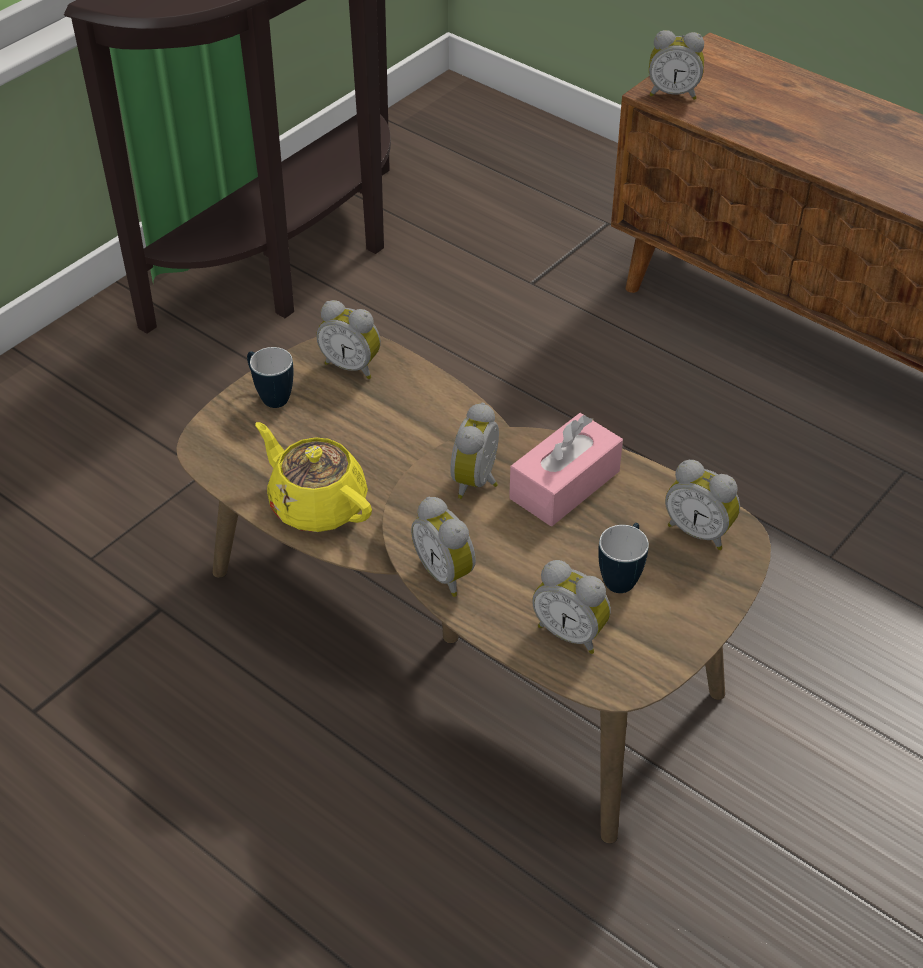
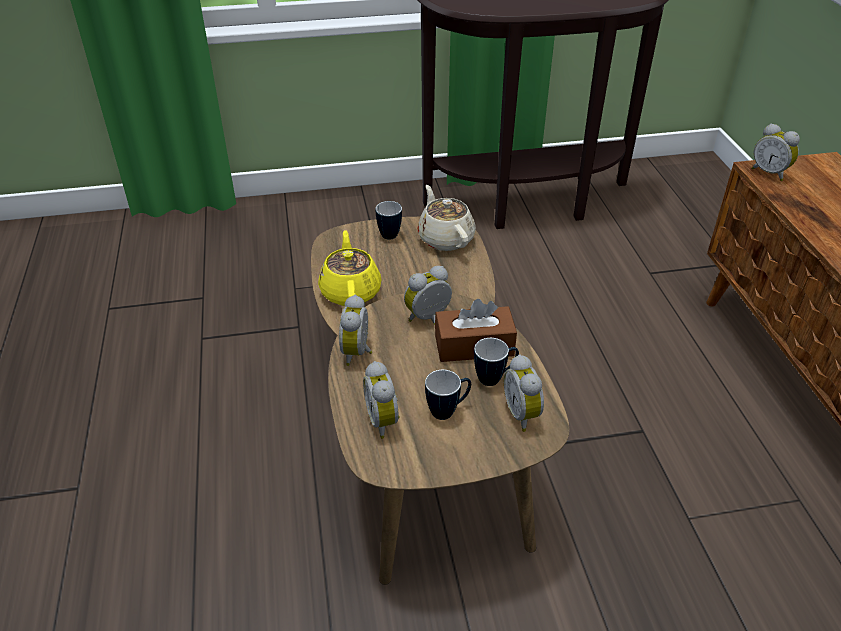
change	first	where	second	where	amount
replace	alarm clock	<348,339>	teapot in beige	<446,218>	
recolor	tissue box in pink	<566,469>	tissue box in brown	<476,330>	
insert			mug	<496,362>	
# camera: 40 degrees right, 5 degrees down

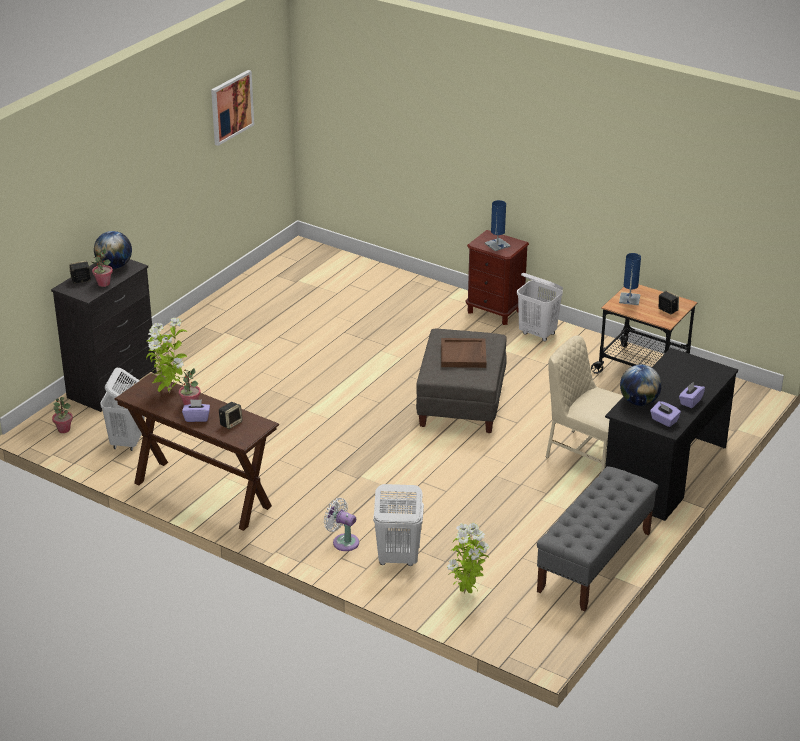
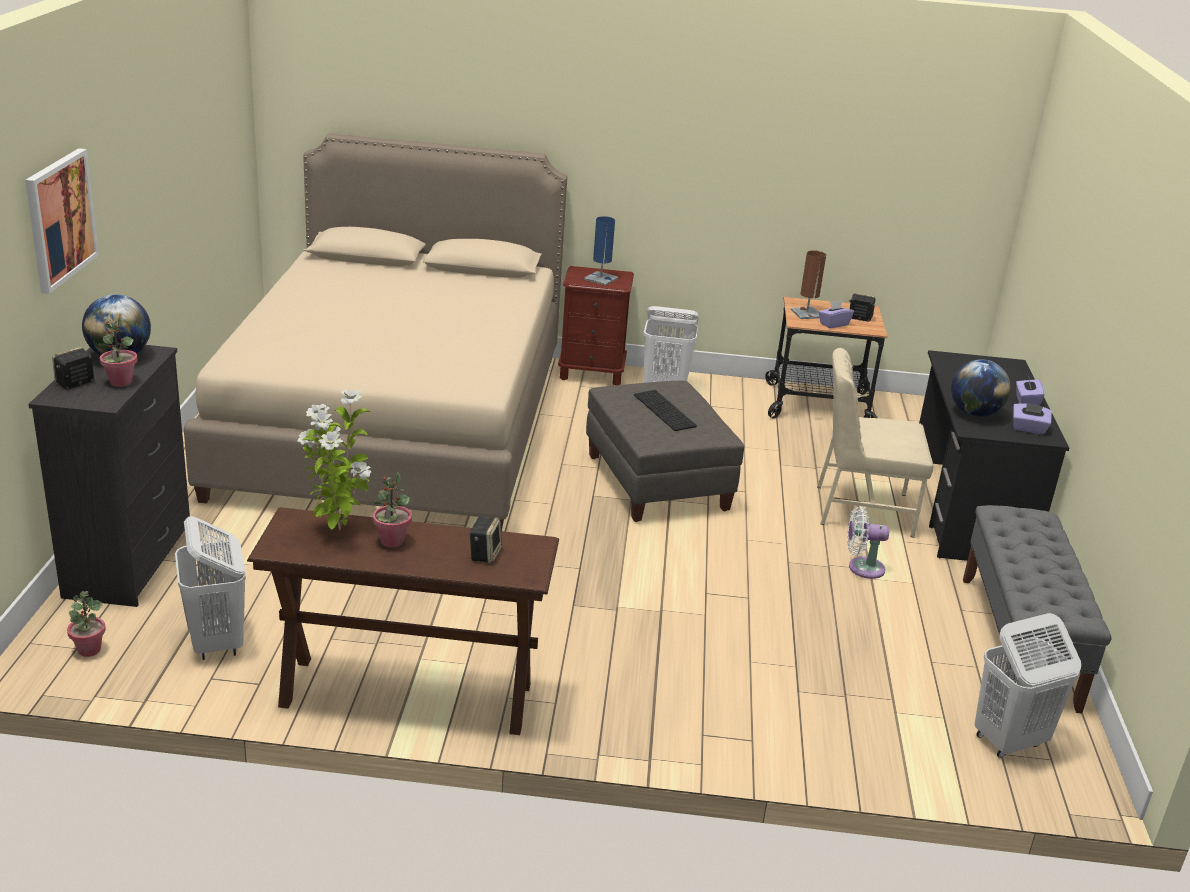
change	first	where	second	where	amount
move	picture	<232,108>		<62,221>	
insert			bed in beige	<375,332>	
replace	tray in brown	<463,353>	keyboard	<665,410>	
recolor	table lamp in blue	<630,279>	table lamp in brown	<808,284>	
move	tissue box in purple	<196,410>		<836,314>	
move	fan in white	<341,524>		<868,543>	
move	laundry basket in white	<398,525>		<1027,685>	
delete	potted plant	<468,558>			
# camera: 30 degrees left, 5 degrees down

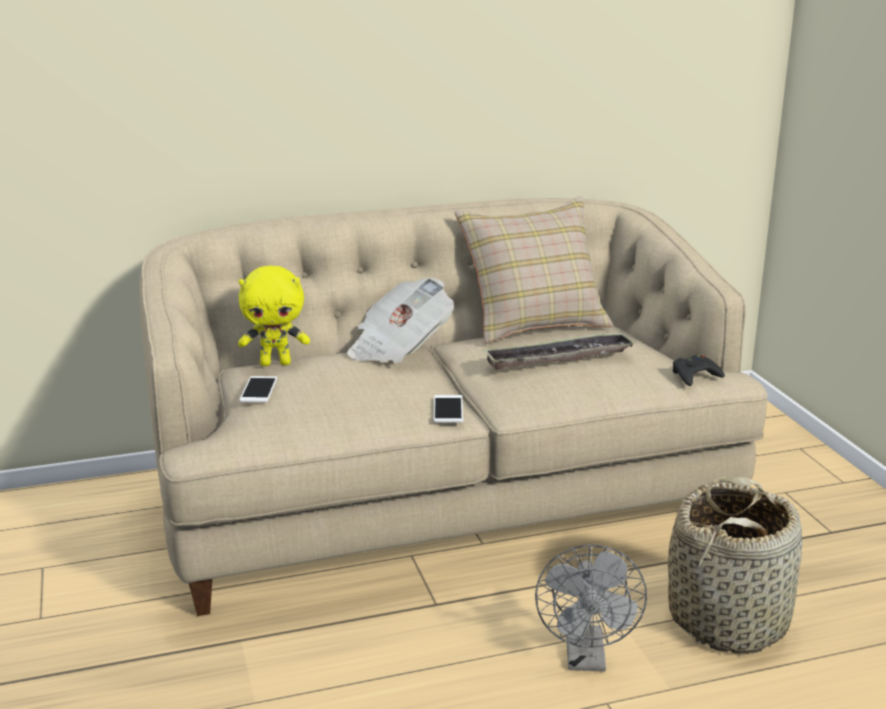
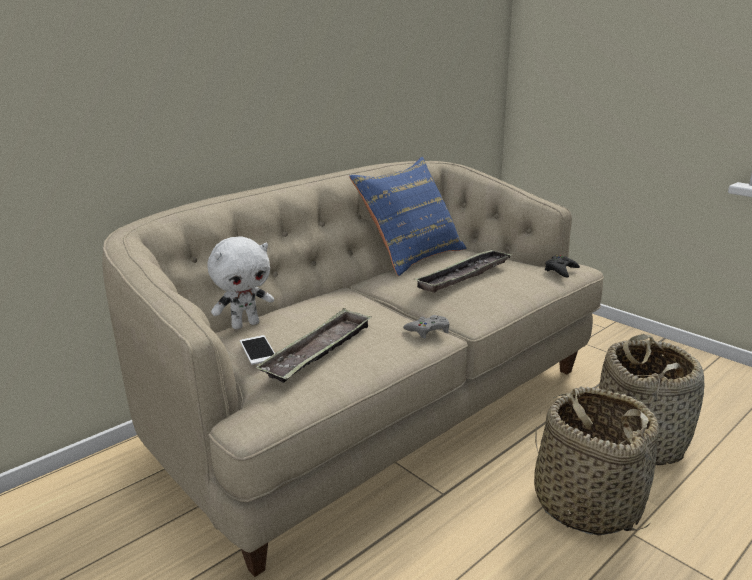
change	first	where	second	where	amount
recolor	plush toy in yellow	<274,315>	plush toy in white	<240,282>	
insert			tray	<313,345>	
recolor	pillow in beige	<533,270>	pillow in blue	<408,216>	
replace	phone	<448,408>	game controller in grey	<426,327>	
replace	fan in grey	<591,607>	basket	<596,461>	
delete	newspaper	<400,320>			
# camera: 25 degrees left, 0 degrees up

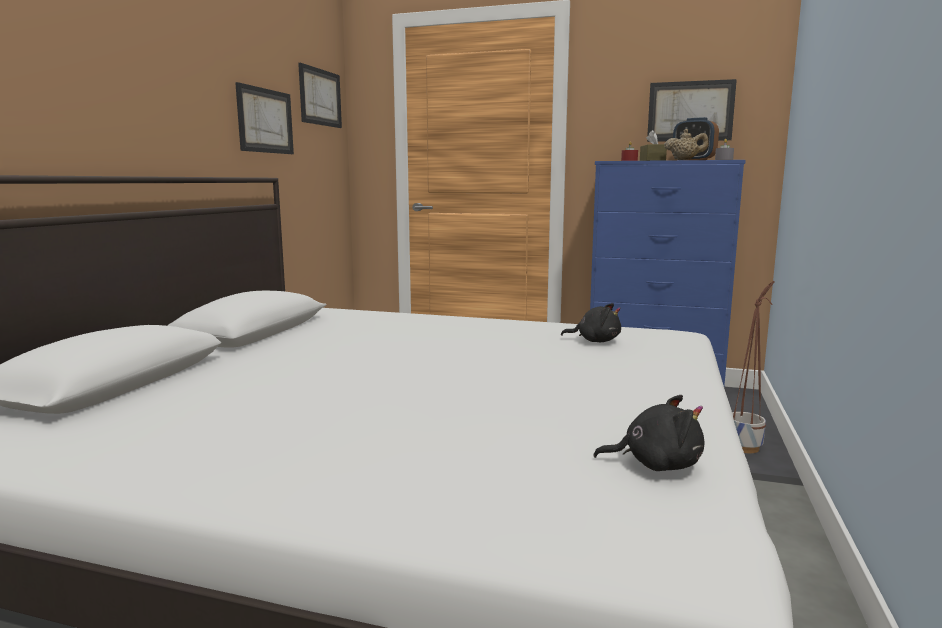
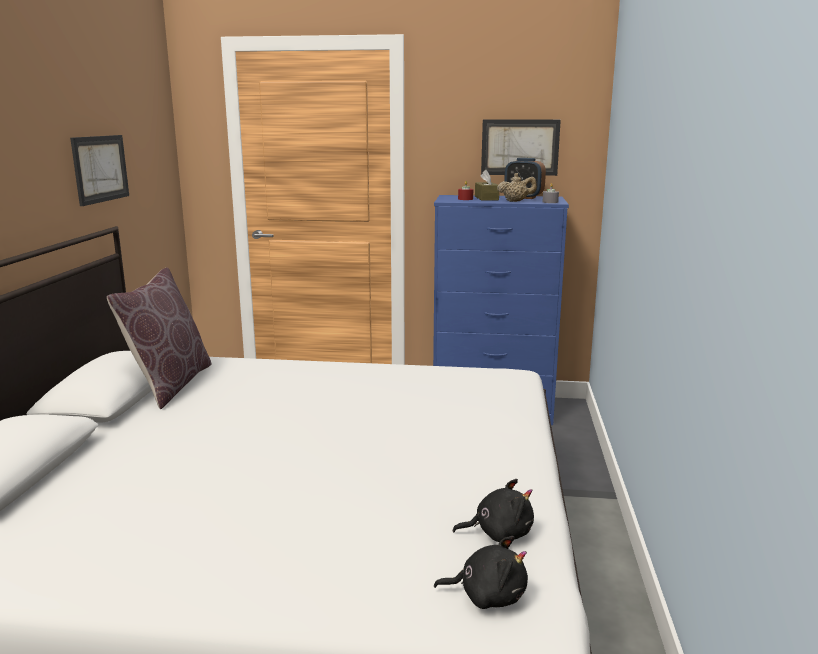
change	first	where	second	where	amount
insert			pillow in brown	<159,338>	
move	plush toy in black	<591,322>		<481,572>	
delete	picture	<320,95>			
delete	planter	<753,366>			
# camera: 10 degrees left, 5 degrees up

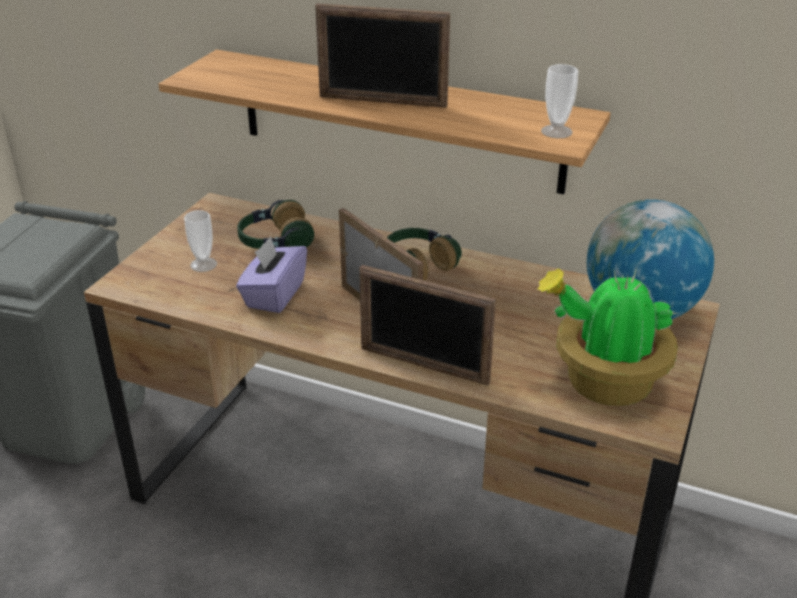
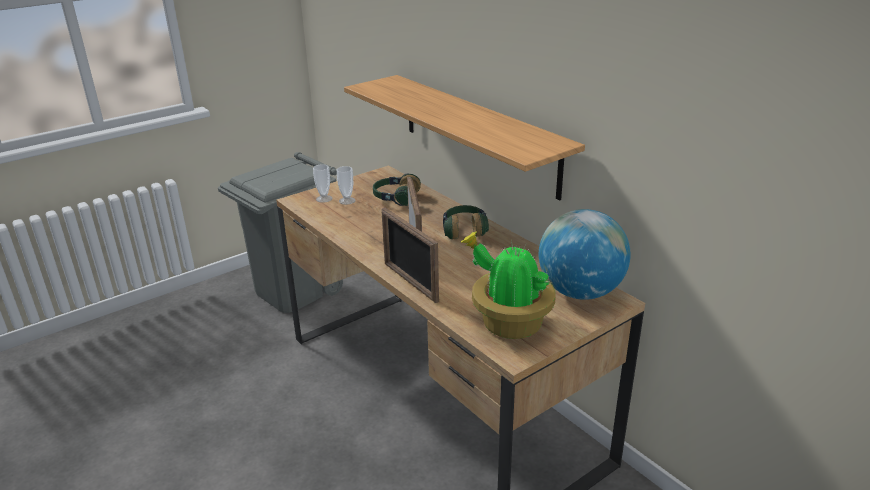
change	first	where	second	where	amount
move	cup	<559,101>		<322,183>	
delete	tissue box in purple	<271,274>			
delete	picture frame	<382,55>			
# camera: 30 degrees right, 5 degrees down

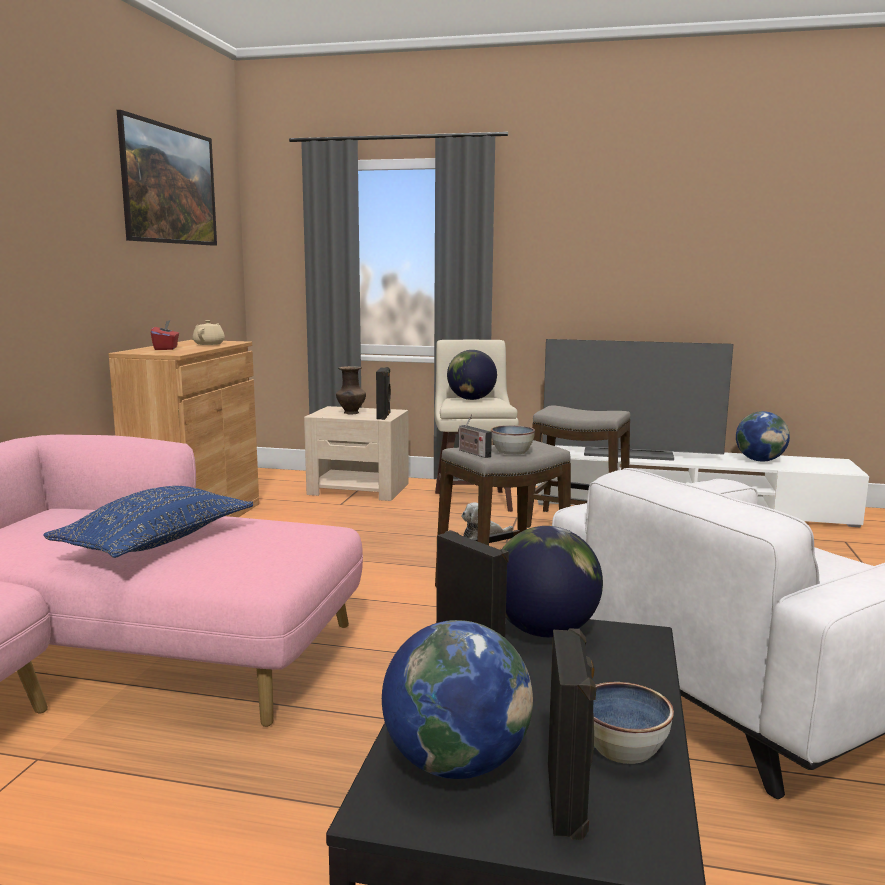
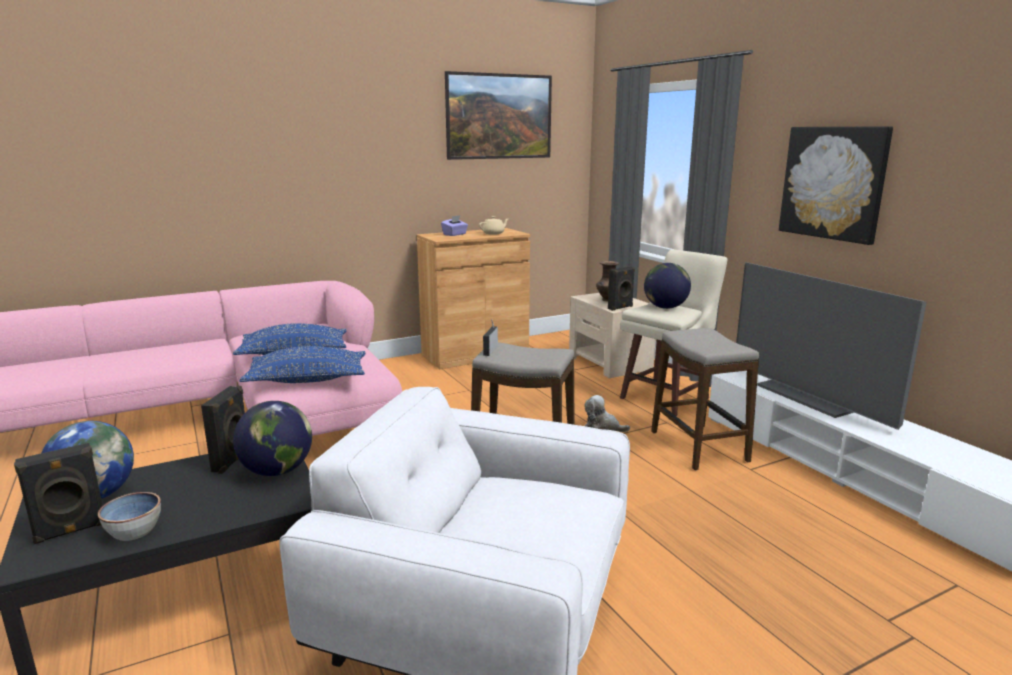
change	first	where	second	where	amount
insert			pillow in blue	<303,364>	
recolor	tissue box in red	<165,335>	tissue box in purple	<454,225>	
insert			picture	<836,185>	
delete	bowl	<513,440>			
delete	globe	<763,436>			
# camera: 50 degrees right, 5 degrees up

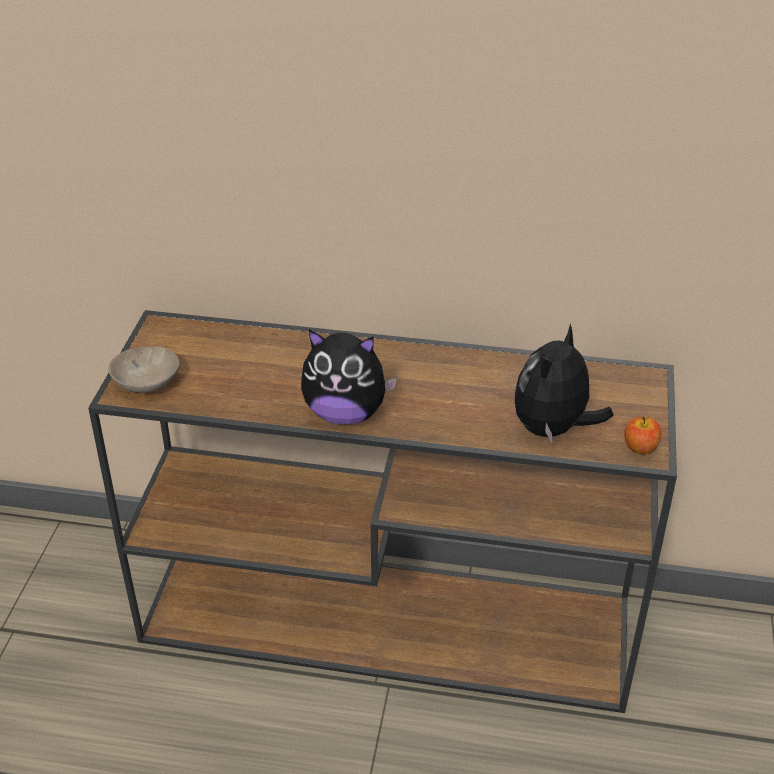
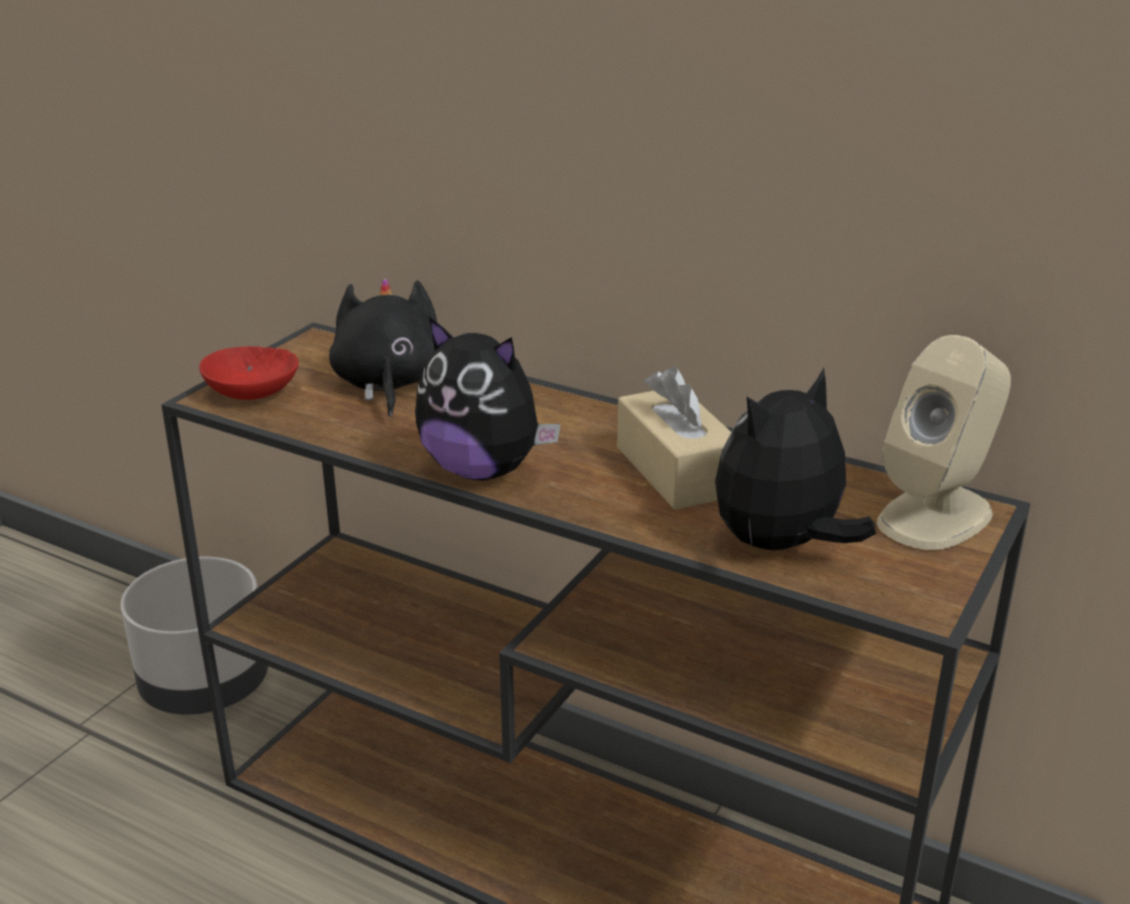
change	first	where	second	where	amount
insert			planter in grey	<194,636>	
recolor	bowl in beige	<143,369>	bowl in red	<249,373>	
insert			plush toy in black	<383,348>	
insert			tissue box in beige	<674,438>	
insert			speaker in beige	<944,442>	
delete	apple	<643,435>			
# camera: 20 degrees right, 10 degrees down

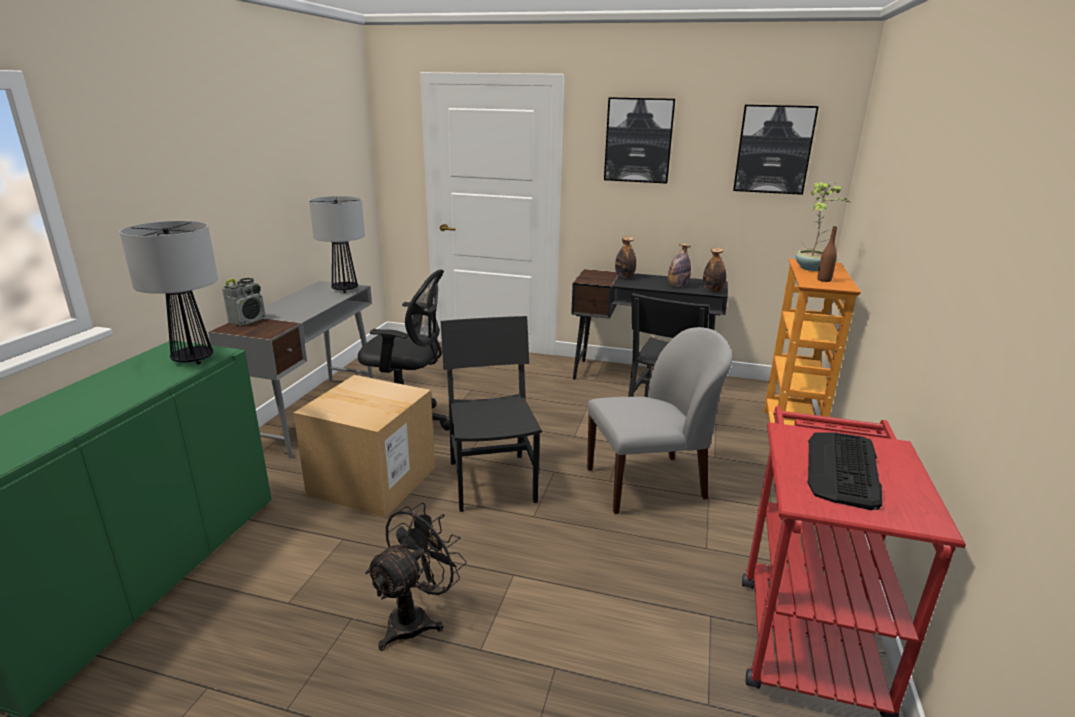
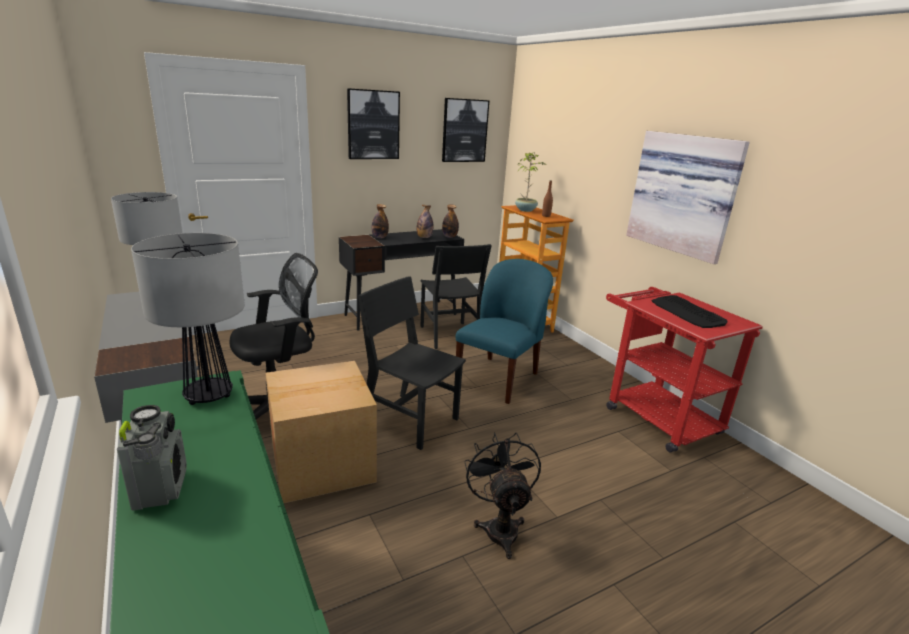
change	first	where	second	where	amount
move	radio	<243,302>		<152,458>	
recolor	chair in grey	<659,420>	chair in blue	<504,331>	
insert			picture	<688,197>	
# camera: 45 degrees left, 0 degrees up

